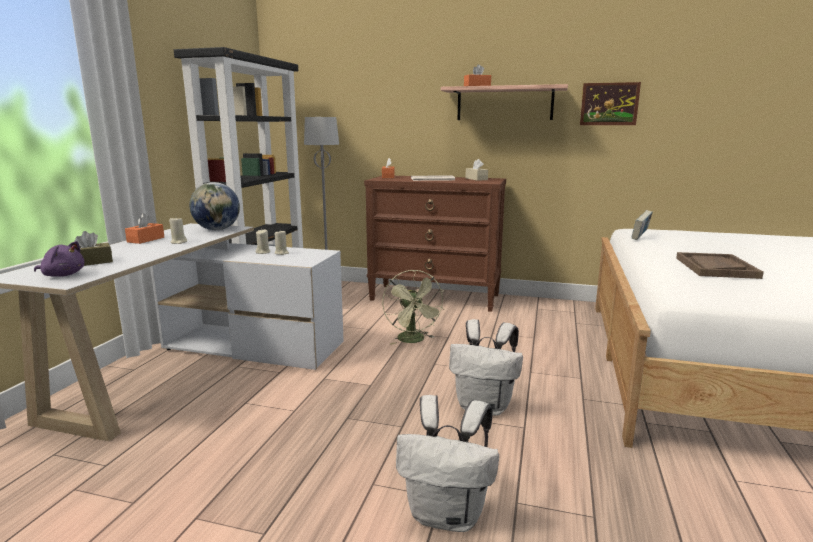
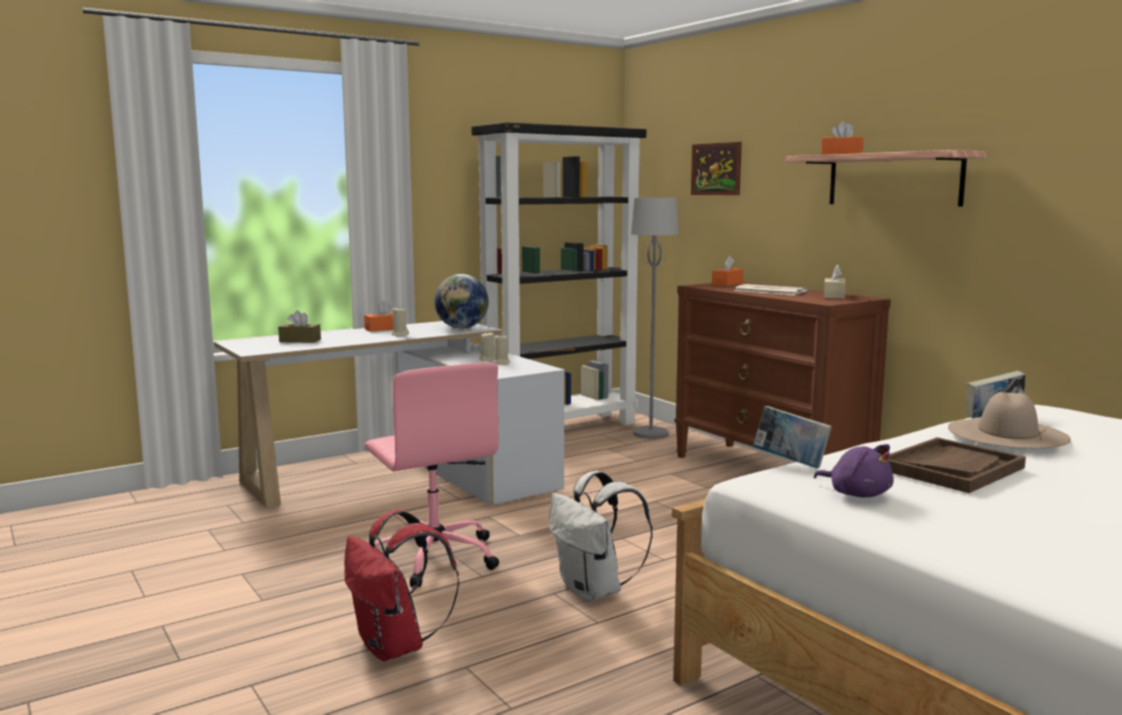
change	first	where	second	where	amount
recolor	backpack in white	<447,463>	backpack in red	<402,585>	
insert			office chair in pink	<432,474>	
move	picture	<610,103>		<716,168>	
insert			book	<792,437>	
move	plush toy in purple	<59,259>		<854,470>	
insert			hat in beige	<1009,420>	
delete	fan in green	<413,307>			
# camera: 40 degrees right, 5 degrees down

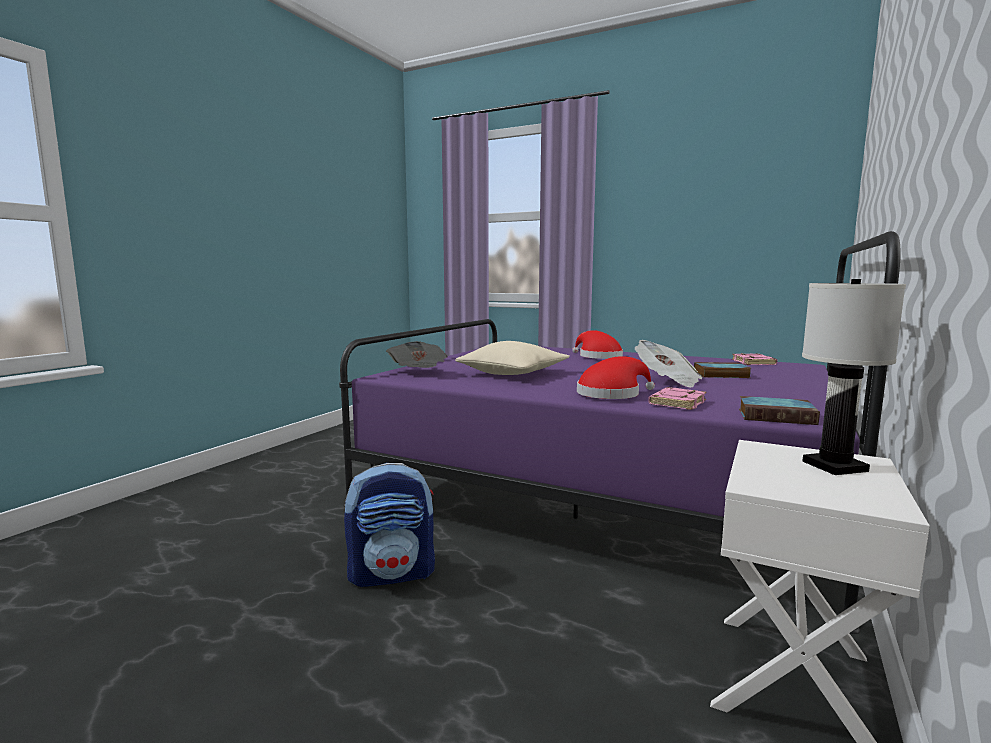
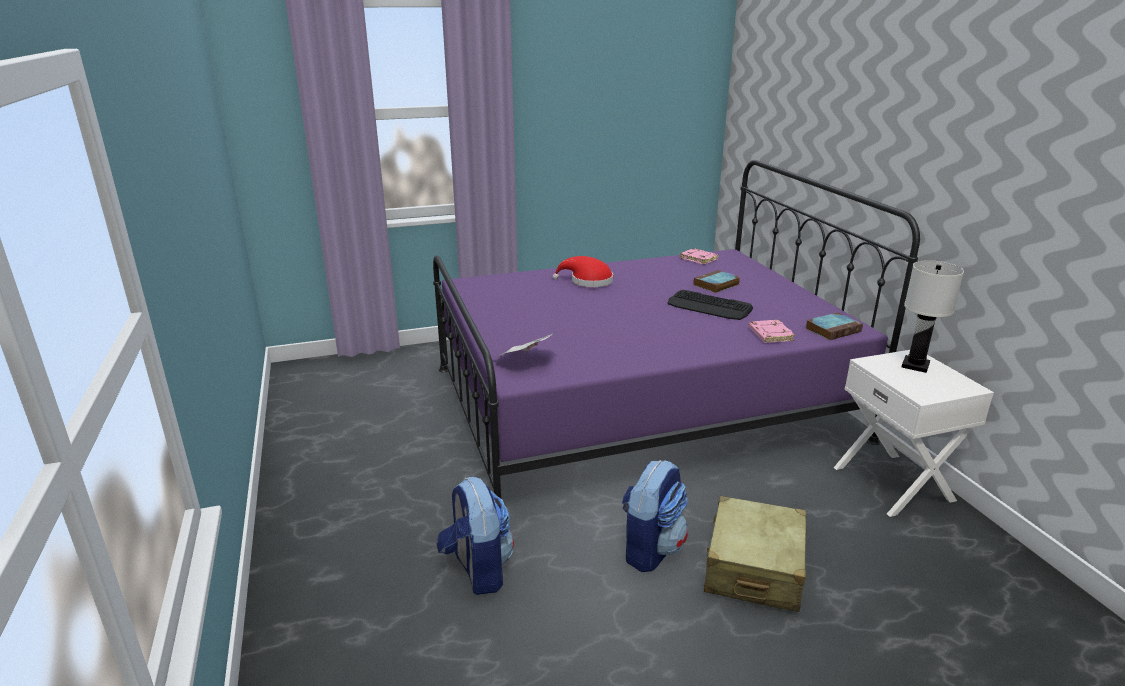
change	first	where	second	where	amount
insert			backpack	<475,536>	
replace	newspaper	<669,363>	keyboard	<710,305>	
insert			suitcase in beige	<755,554>	
delete	pillow in beige	<512,358>			
delete	hat in red	<616,377>			
# camera: 45 degrees left, 15 degrees up

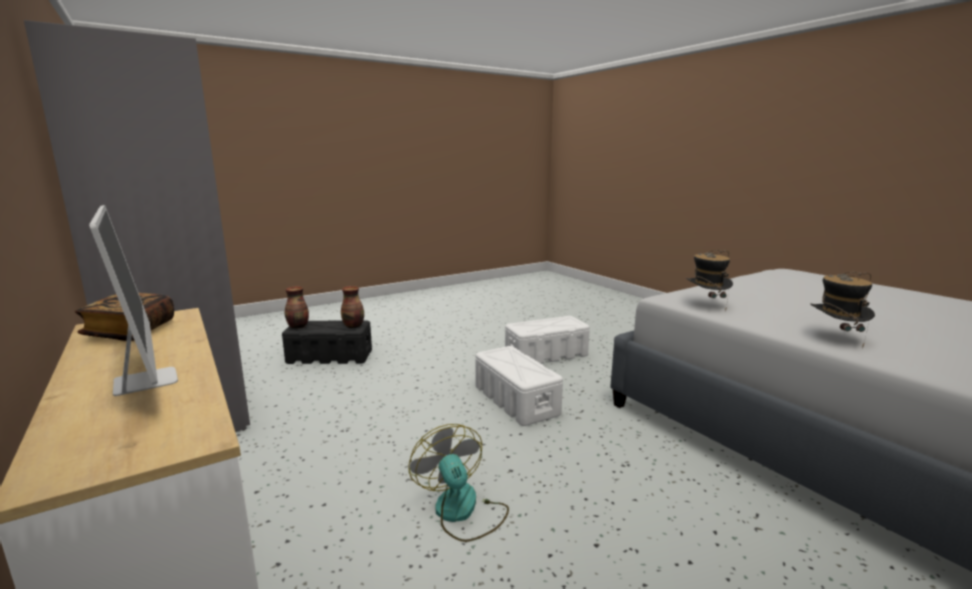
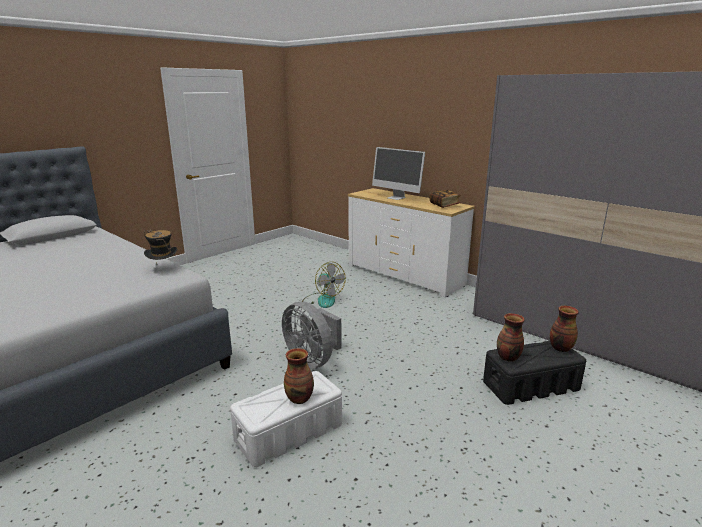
change	first	where	second	where	amount
replace	storage box in white	<519,386>	fan in grey	<312,335>	
insert			vase	<299,376>	
delete	hat	<842,310>			
# camera: 165 degrees right, 5 degrees up

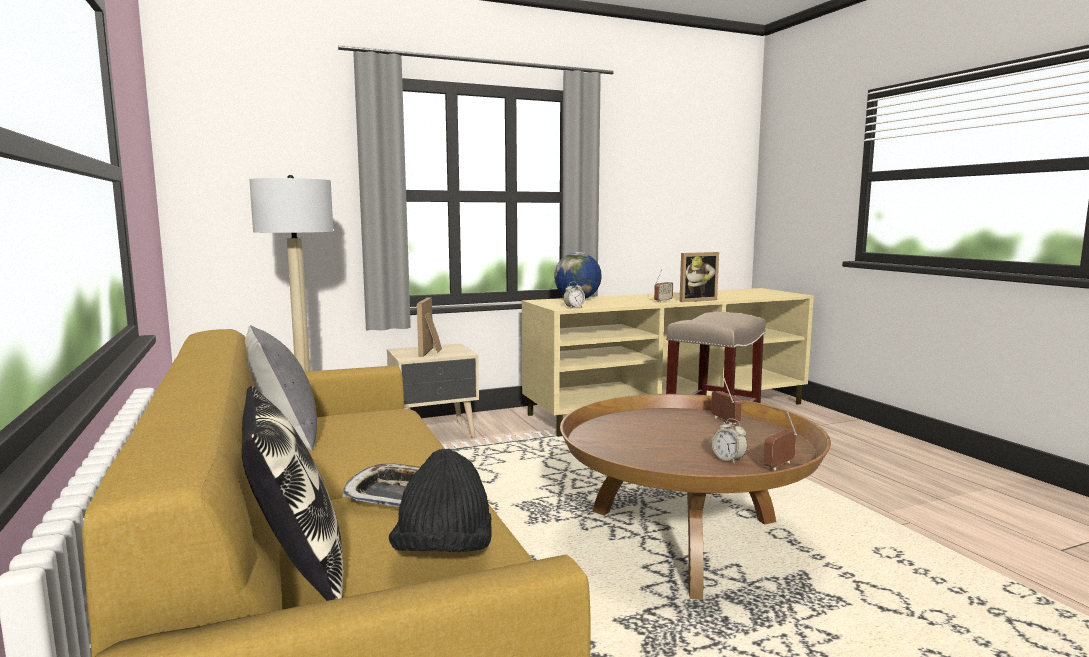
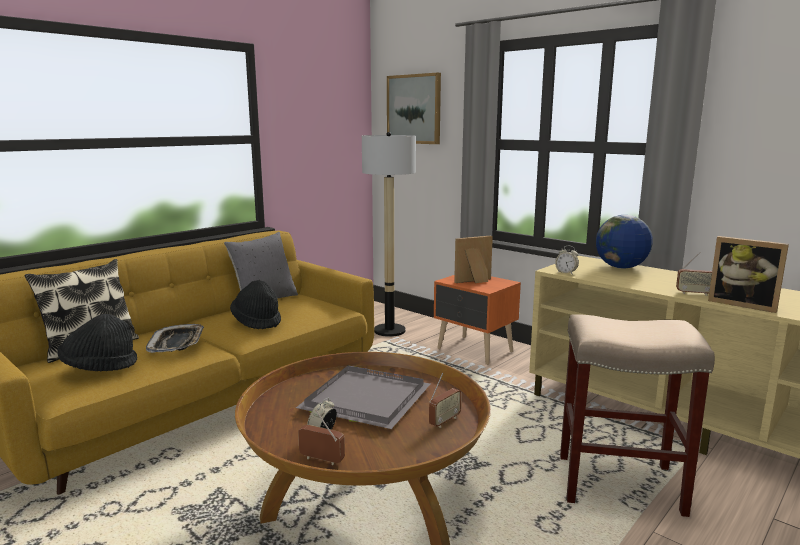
change	first	where	second	where	amount
insert			hat in black	<255,304>	
insert			tray in grey	<363,397>	
insert			picture	<414,108>	
recolor	nightstand in beige	<433,390>	nightstand in orange	<477,320>	
# camera: 65 degrees right, 5 degrees up

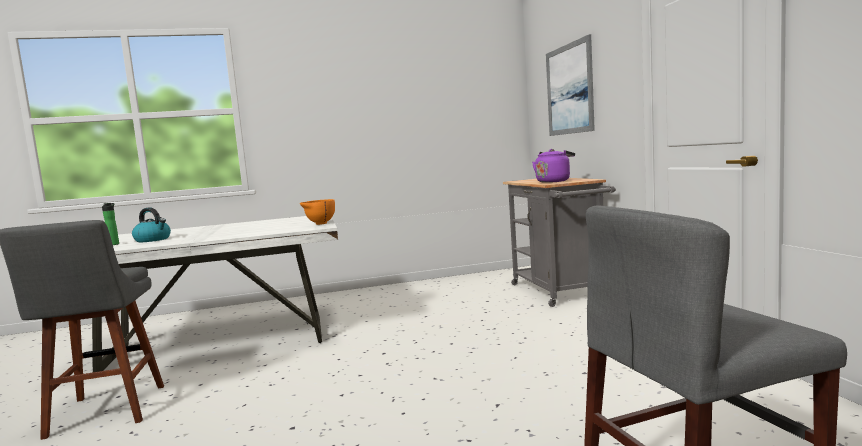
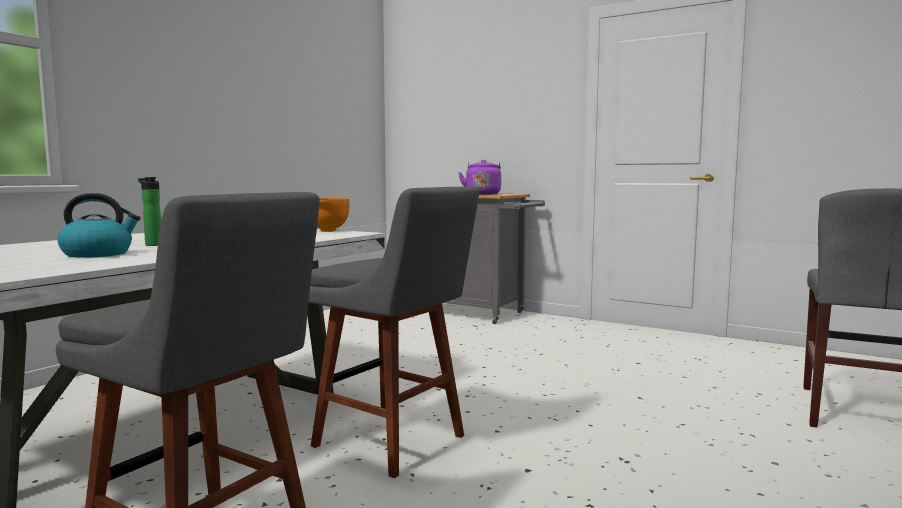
change	first	where	second	where	amount
move	bottle	<110,224>		<149,211>	
insert			stool in grey	<394,332>	
delete	picture	<570,85>			
# camera: 45 degrees left, 0 degrees up

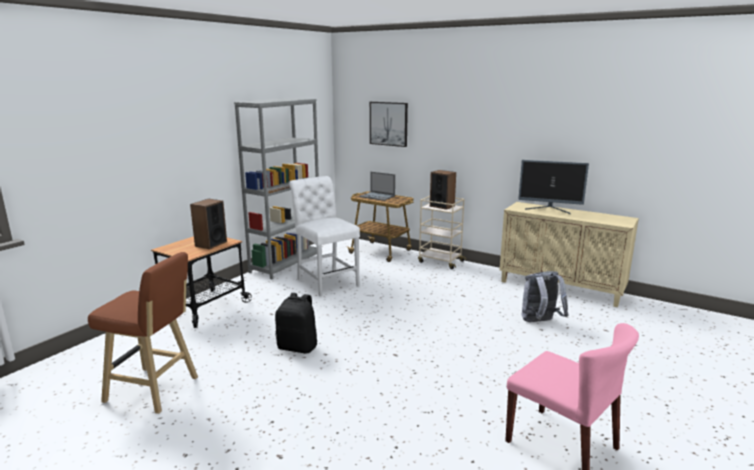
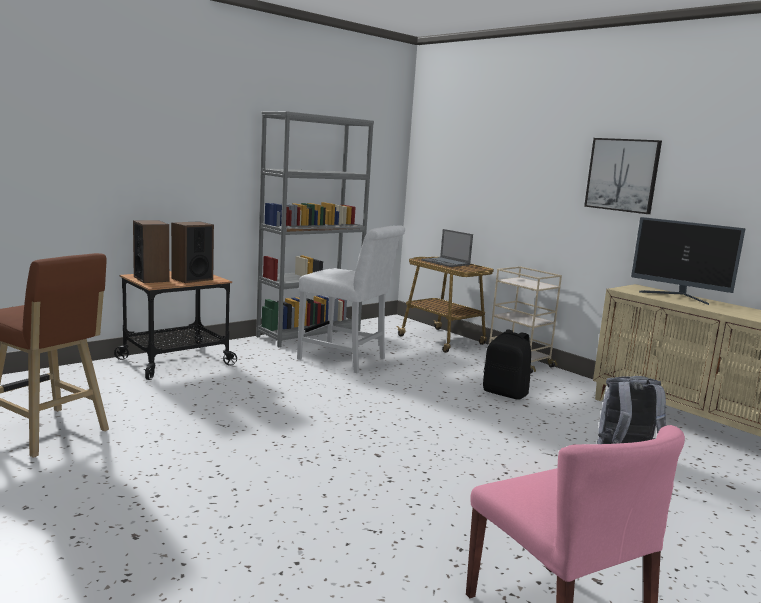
change	first	where	second	where	amount
move	speaker	<443,190>		<151,251>	
rotate	chair in white	<324,236>		<351,299>	135 degrees clockwise
move	backpack in black	<296,323>		<507,364>	
move	picture	<389,124>		<623,176>	
# camera: 15 degrees right, 5 degrees down

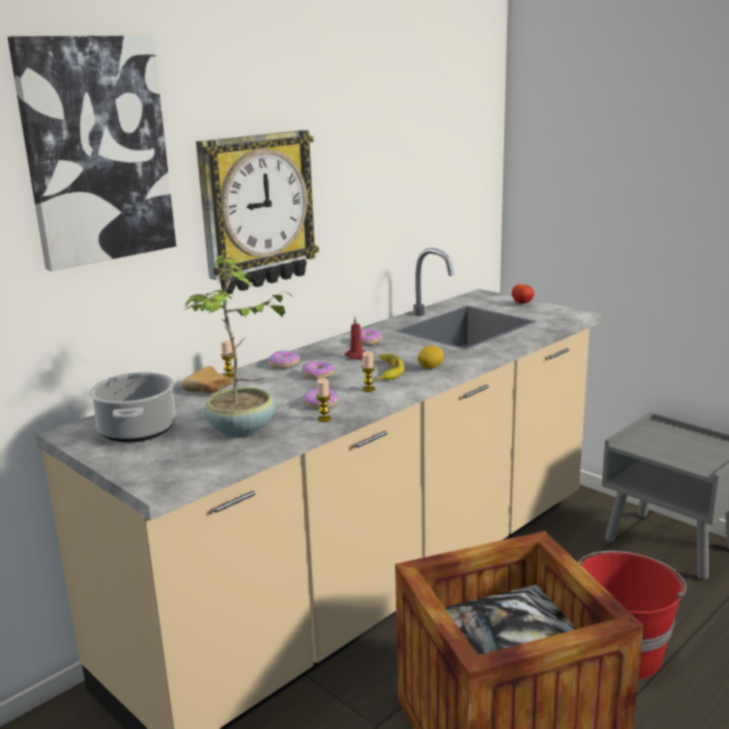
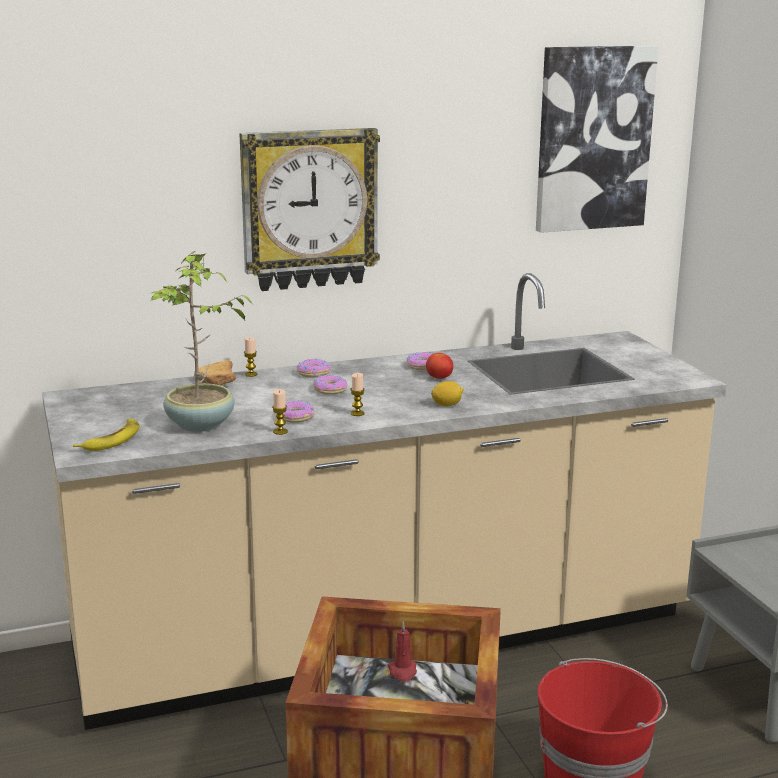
change	first	where	second	where	amount
move	banana	<389,367>		<106,435>	
move	candle in red	<355,338>		<402,651>	
move	tomato	<523,294>		<439,366>	
move	picture	<92,153>		<597,139>	
delete	cooking pot	<132,407>			
# camera: 25 degrees right, 0 degrees up

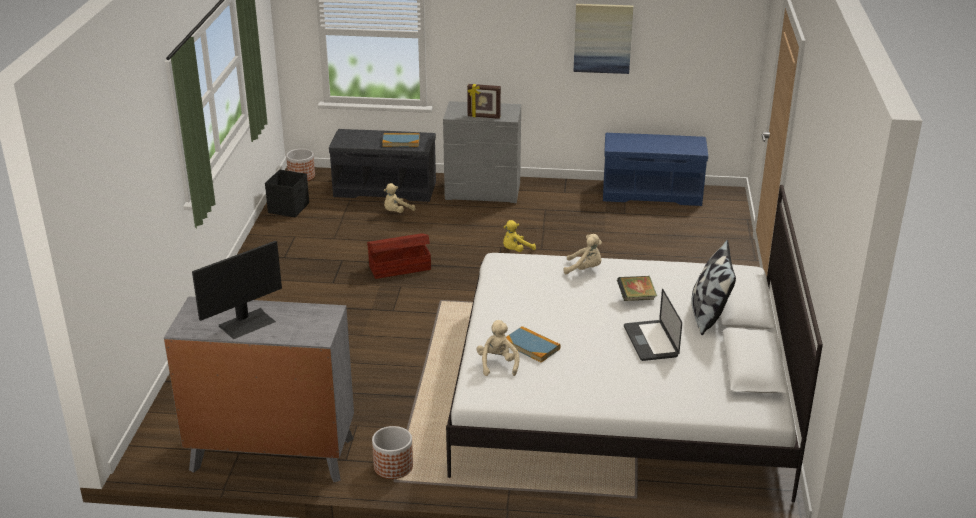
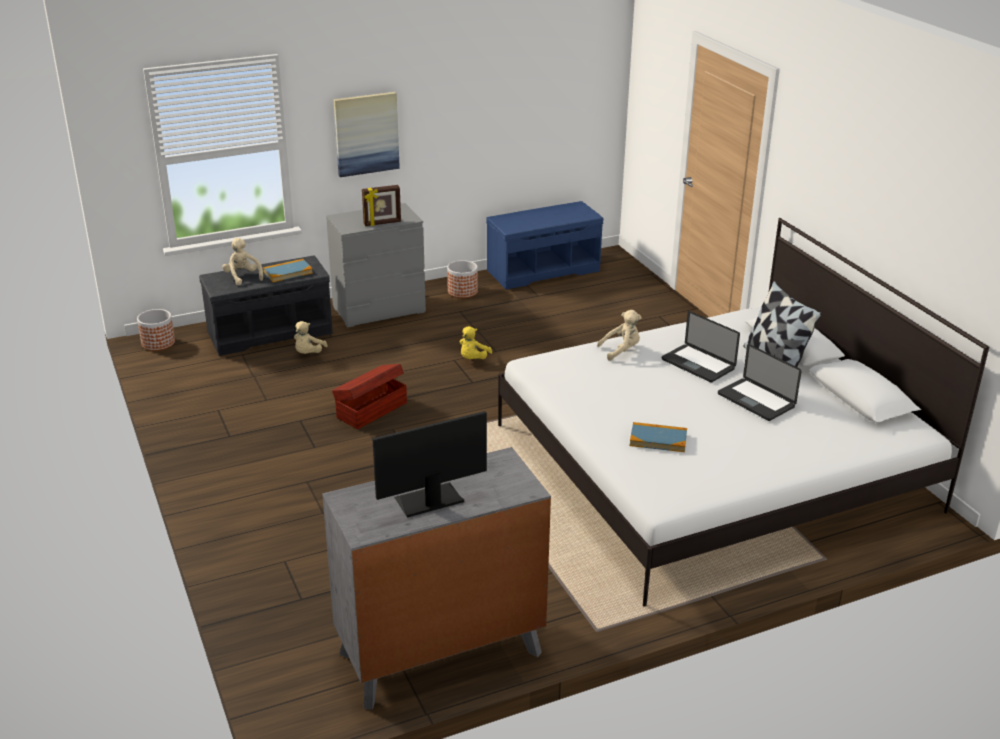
change	first	where	second	where	amount
move	plush toy in beige	<497,348>		<242,261>	
move	picture	<603,39>		<366,134>	
rotate	monitor	<237,290>		<429,464>	135 degrees counterclockwise
move	planter	<392,452>		<462,279>	
replace	book	<637,288>	laptop	<701,346>	
delete	storage box in black	<287,193>			
# camera: 30 degrees left, 0 degrees up

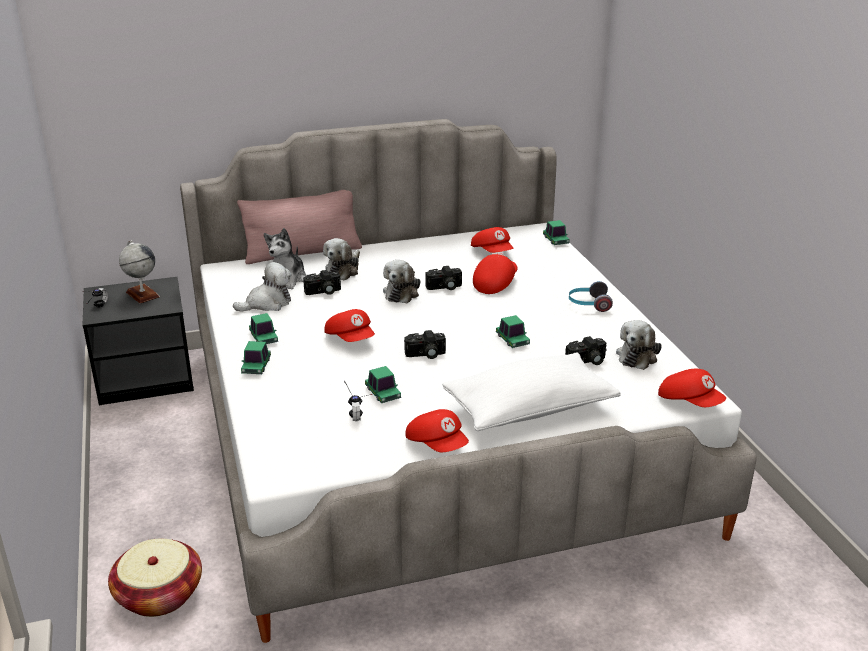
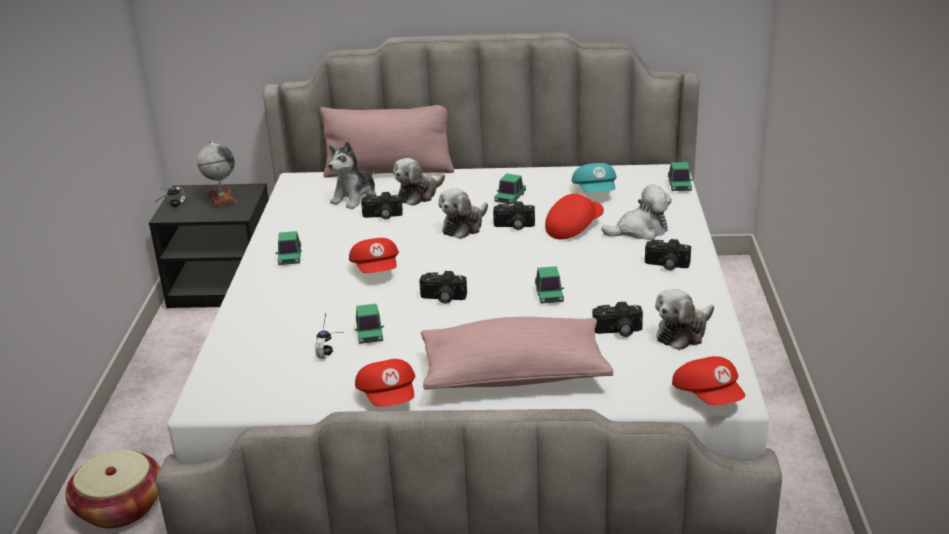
change	first	where	second	where	amount
recolor	pillow in white	<531,391>	pillow in pink	<517,353>	
move	toy car	<256,357>		<510,189>	
recolor	cap in red	<492,240>	cap in turquoise	<594,177>	
move	plush toy	<262,287>		<637,212>	
replace	headphones	<591,296>	photo camera	<668,254>	
# camera: 20 degrees right, 0 degrees up

